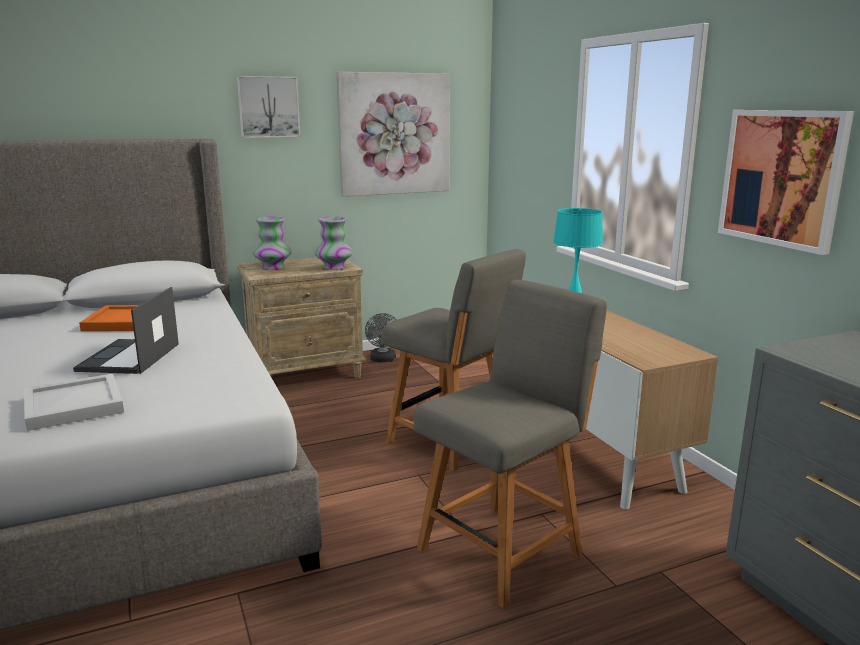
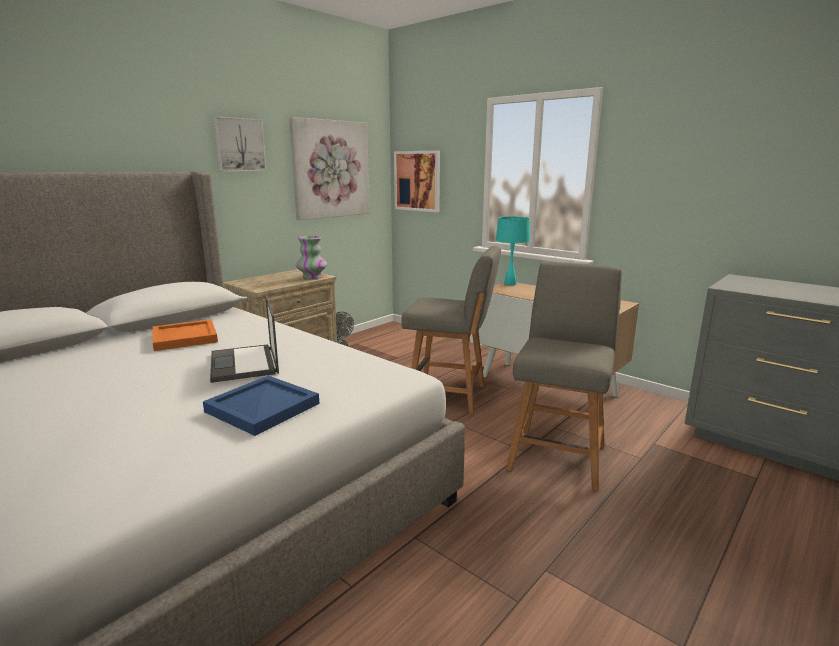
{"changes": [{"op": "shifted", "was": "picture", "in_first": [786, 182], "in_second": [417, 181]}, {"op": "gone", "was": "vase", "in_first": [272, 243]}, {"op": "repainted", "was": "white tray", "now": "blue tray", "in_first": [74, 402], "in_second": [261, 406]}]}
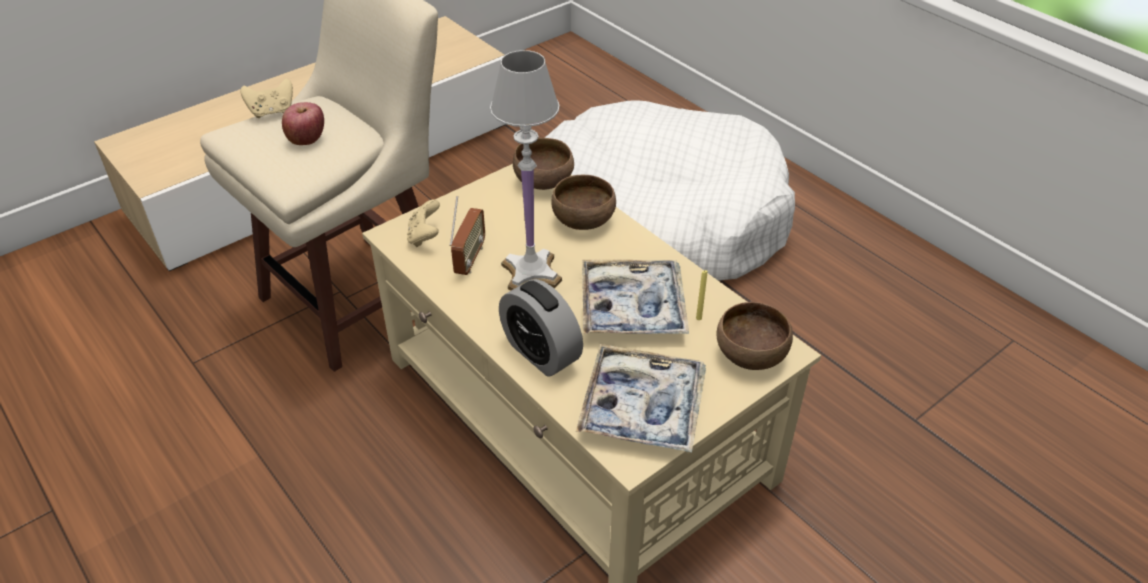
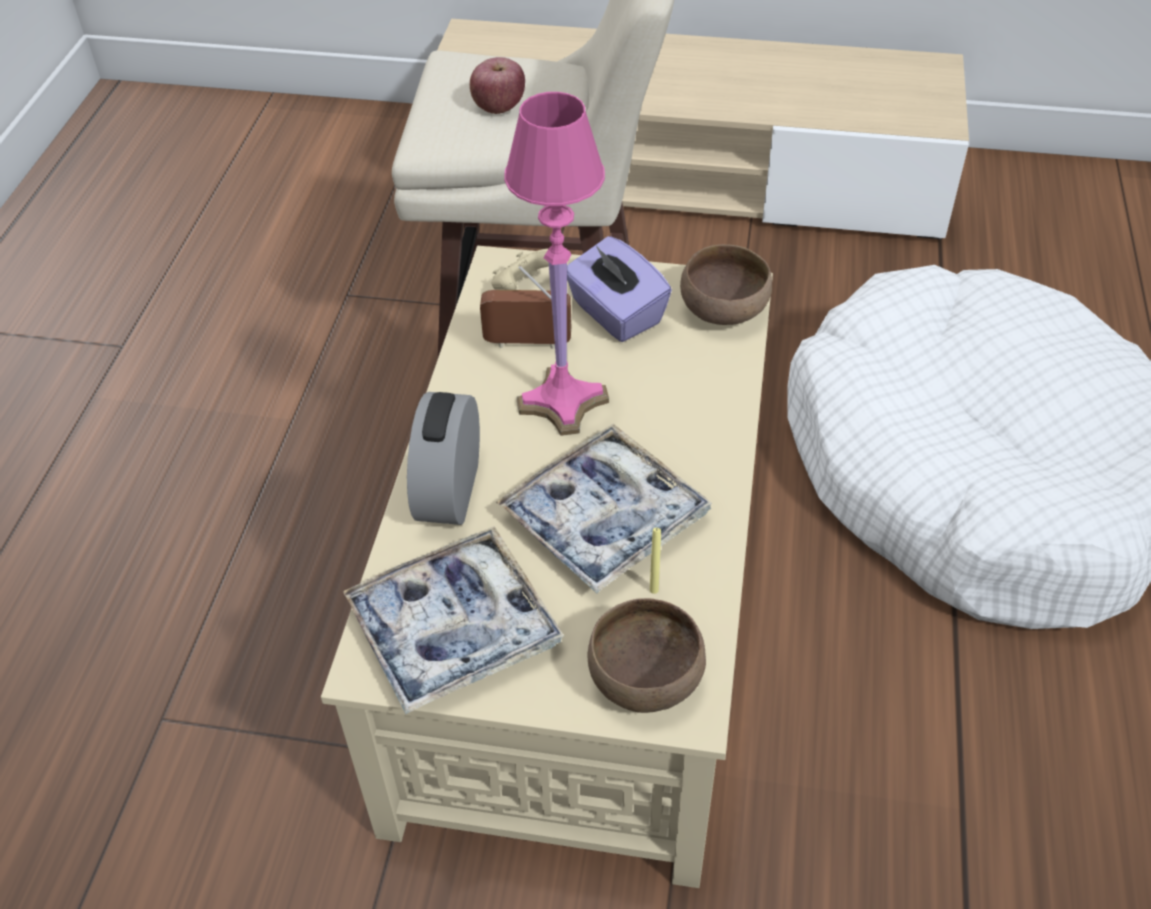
{"changes": [{"op": "repainted", "was": "white table lamp", "now": "pink table lamp", "in_first": [526, 170], "in_second": [556, 264]}, {"op": "gone", "was": "beige game controller", "in_first": [266, 98]}, {"op": "gone", "was": "brown bowl", "in_first": [583, 202]}, {"op": "rotated", "was": "radio", "in_first": [467, 235], "in_second": [525, 307], "clockwise": -150}, {"op": "new", "now": "purple tissue box", "in_second": [619, 289]}]}
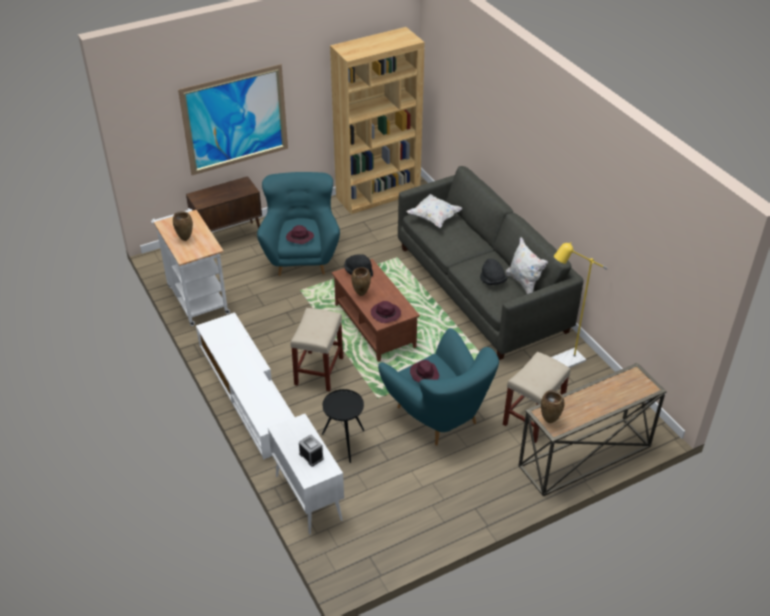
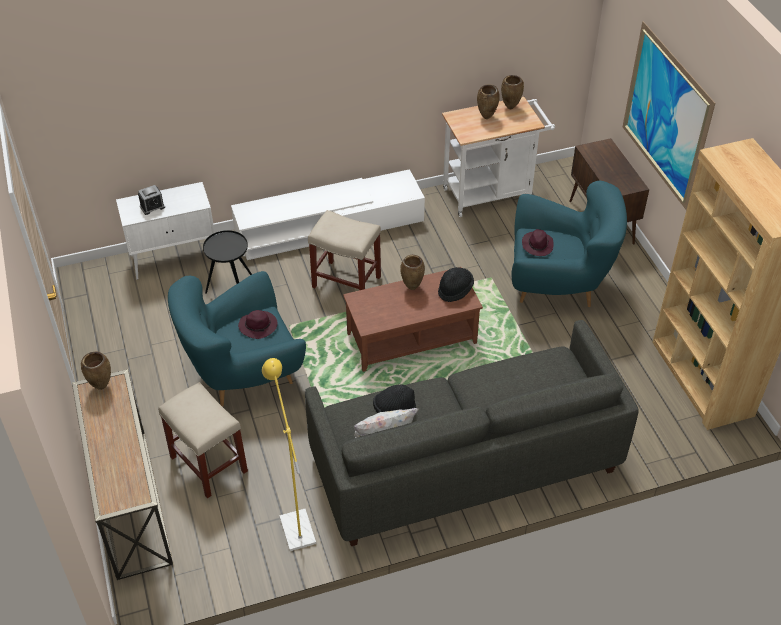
{"changes": [{"op": "gone", "was": "white pillow", "in_first": [434, 211]}, {"op": "gone", "was": "purple hat", "in_first": [386, 312]}, {"op": "new", "now": "brown vase", "in_second": [512, 92]}]}
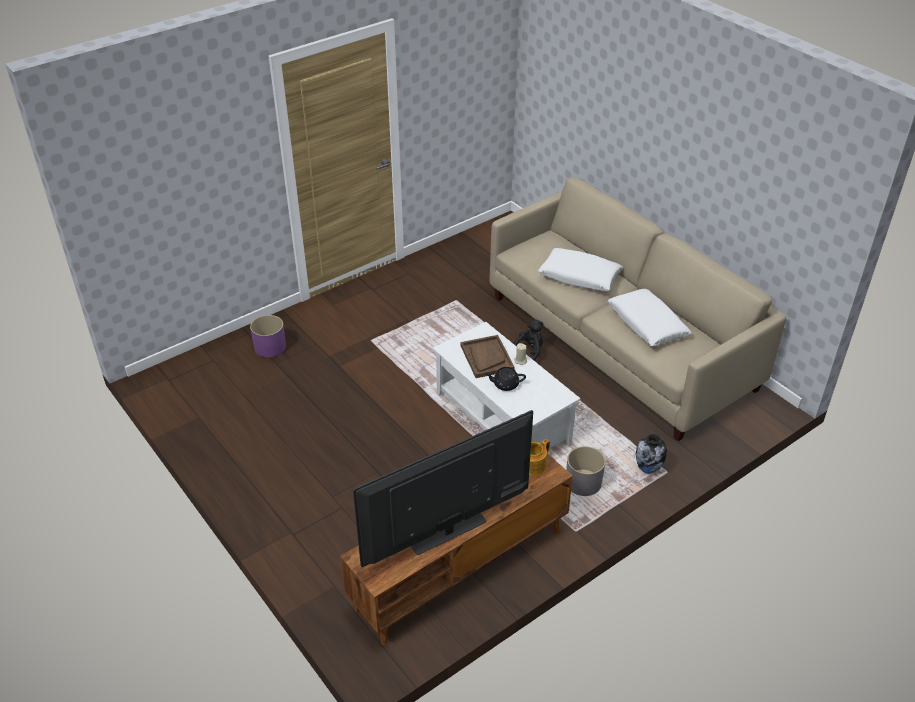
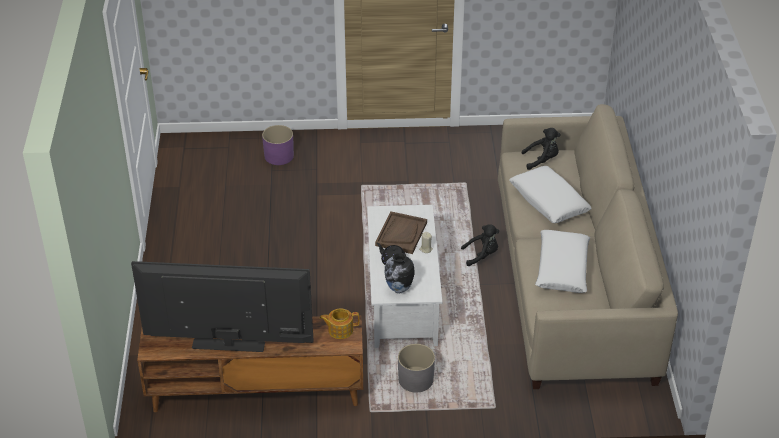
{"changes": [{"op": "shifted", "was": "vase", "in_first": [651, 454], "in_second": [399, 273]}, {"op": "new", "now": "black plush toy", "in_second": [541, 149]}]}
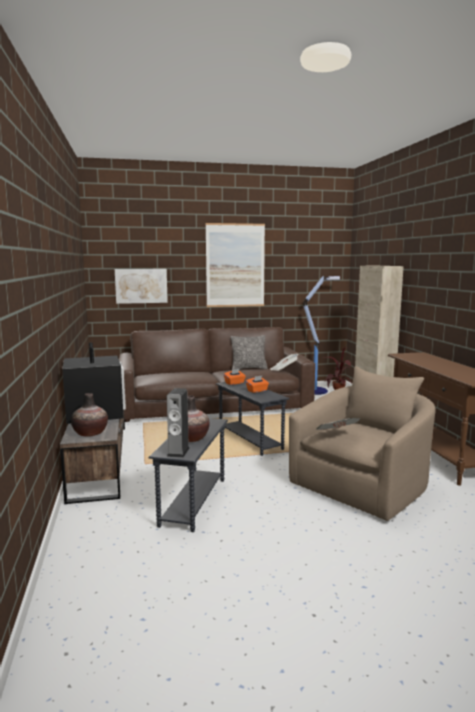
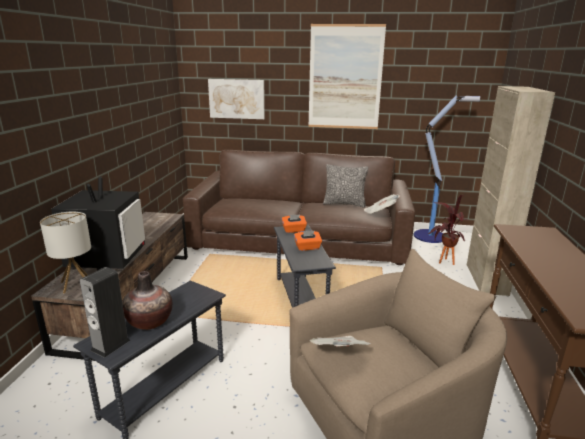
{"changes": [{"op": "swapped", "was": "vase", "now": "table lamp", "in_first": [89, 415], "in_second": [65, 253]}]}
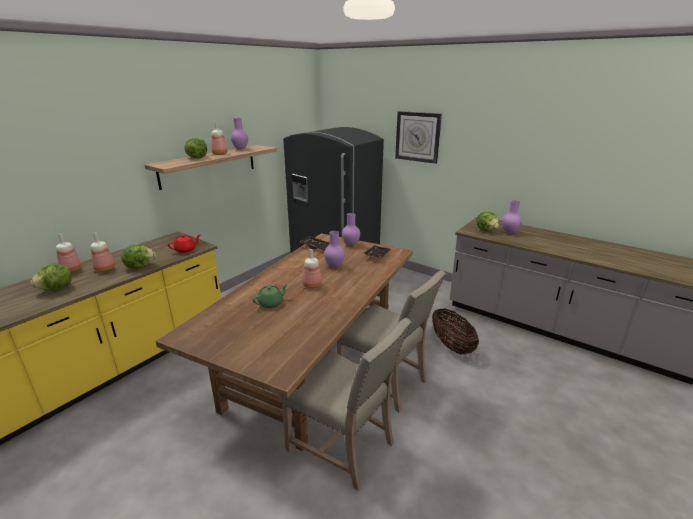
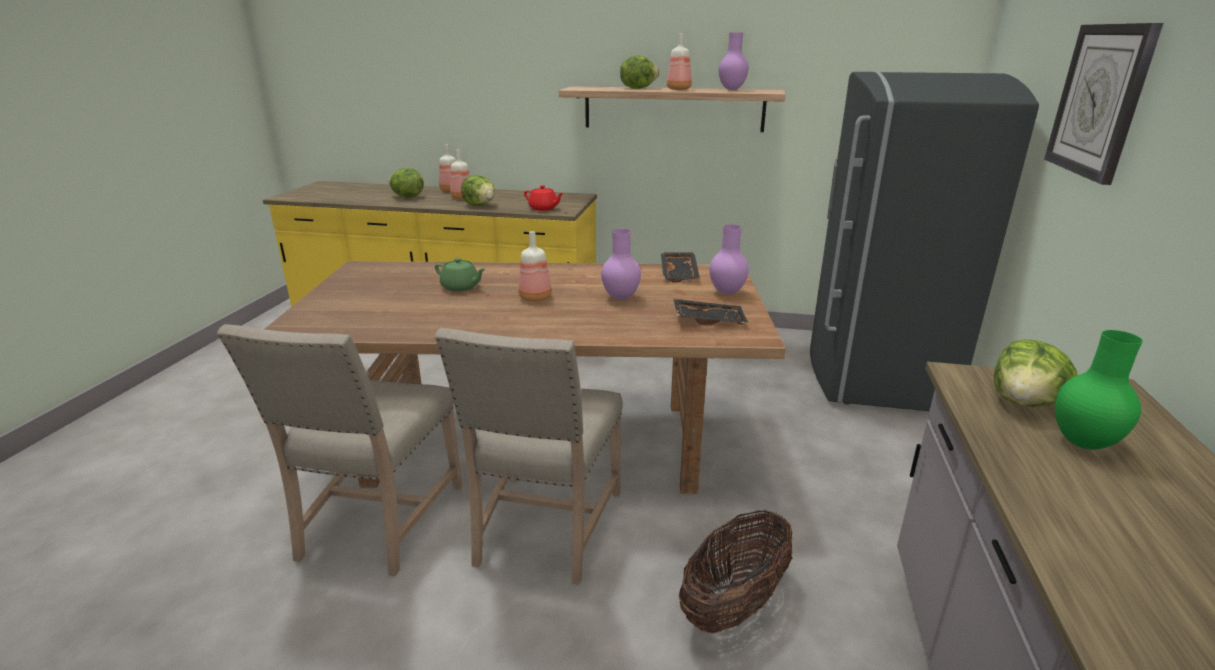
{"changes": [{"op": "repainted", "was": "purple vase", "now": "green vase", "in_first": [512, 217], "in_second": [1099, 390]}]}
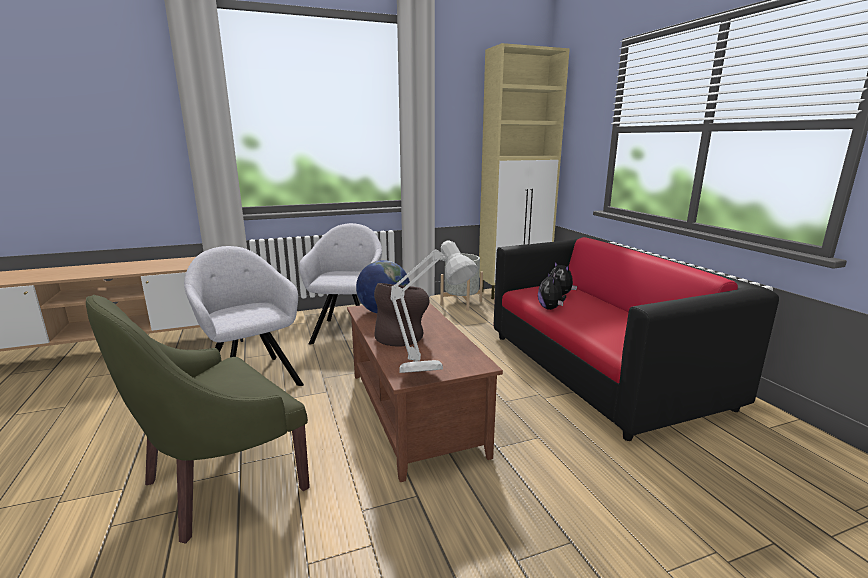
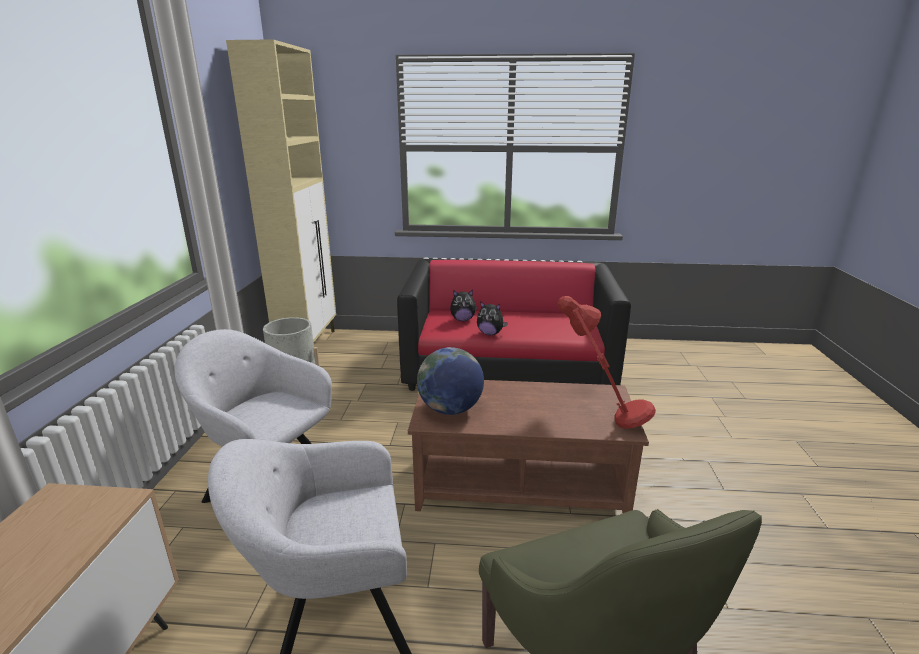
{"changes": [{"op": "repainted", "was": "grey table lamp", "now": "red table lamp", "in_first": [434, 306], "in_second": [606, 362]}, {"op": "gone", "was": "brown vase", "in_first": [401, 314]}]}
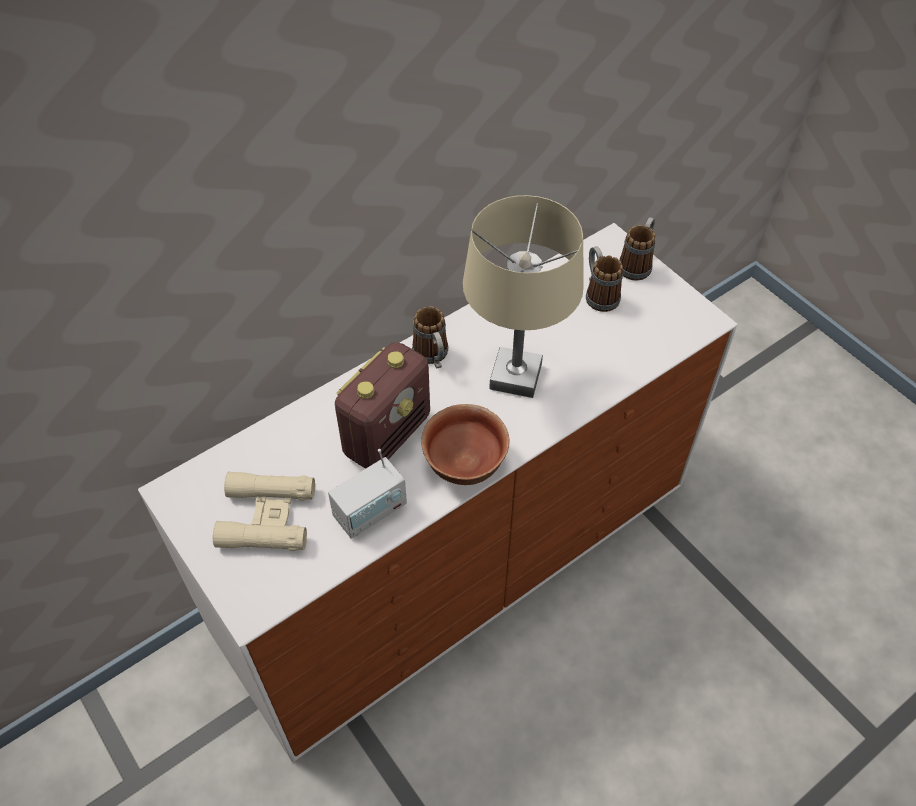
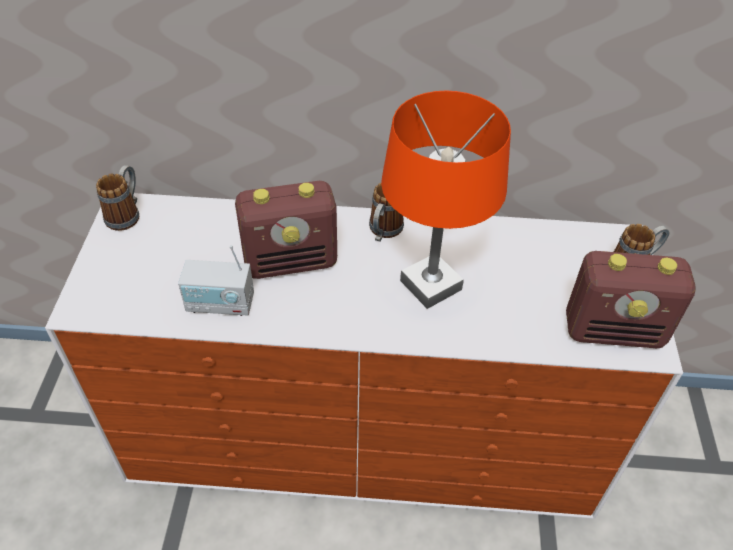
{"changes": [{"op": "repainted", "was": "beige table lamp", "now": "orange table lamp", "in_first": [523, 296], "in_second": [446, 200]}, {"op": "shifted", "was": "mug", "in_first": [604, 279], "in_second": [117, 198]}, {"op": "gone", "was": "bowl", "in_first": [465, 444]}, {"op": "gone", "was": "beige binoculars", "in_first": [264, 511]}, {"op": "new", "now": "radio", "in_second": [630, 299]}]}
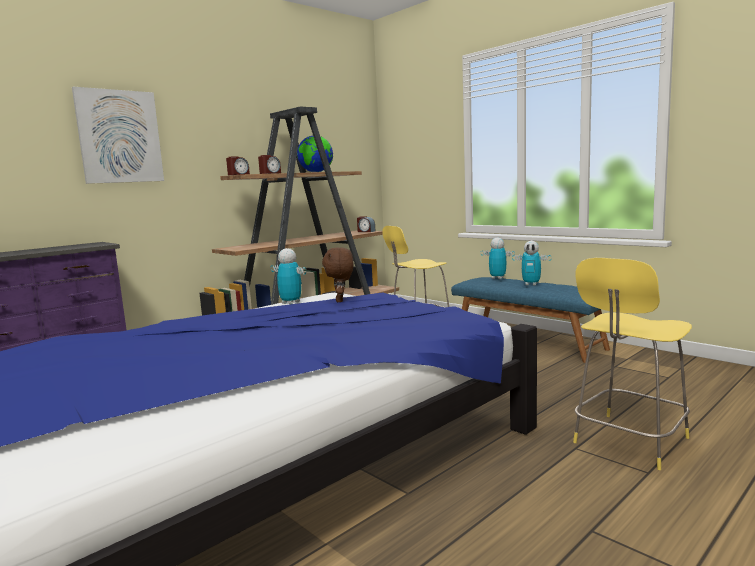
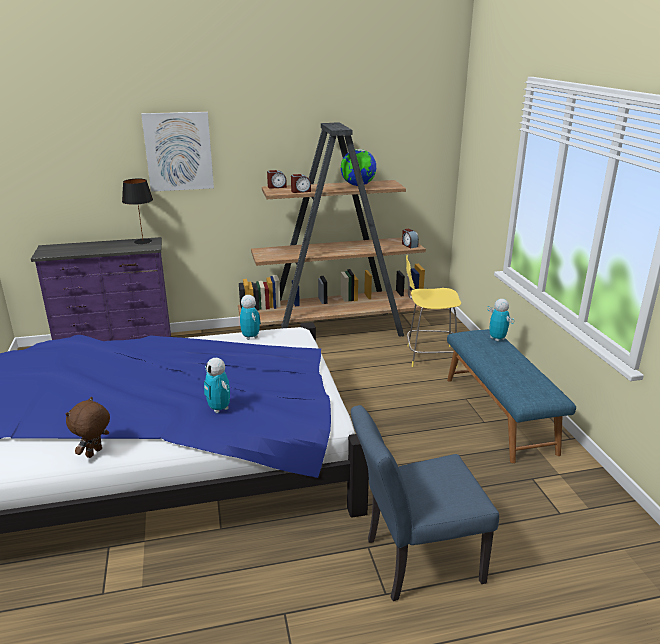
{"changes": [{"op": "shifted", "was": "toy robot", "in_first": [532, 263], "in_second": [217, 385]}, {"op": "shifted", "was": "brown plush toy", "in_first": [338, 274], "in_second": [88, 427]}, {"op": "swapped", "was": "yellow stool", "now": "blue chair", "in_first": [632, 364], "in_second": [425, 503]}, {"op": "new", "now": "black table lamp", "in_second": [137, 211]}]}
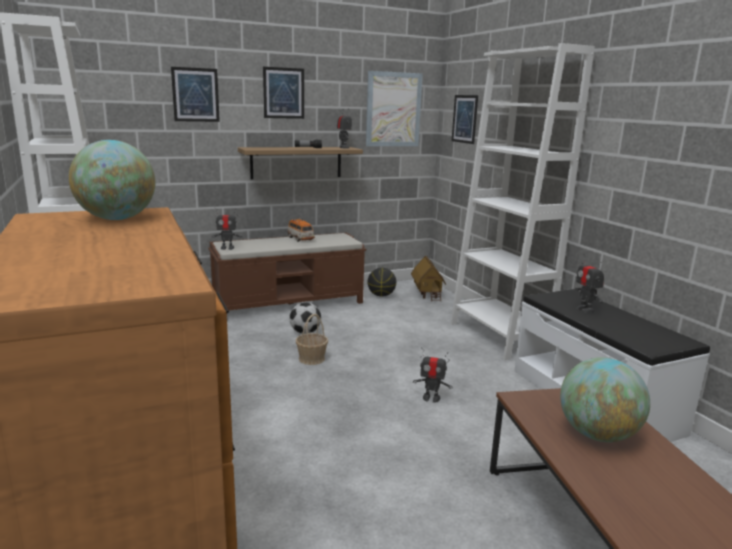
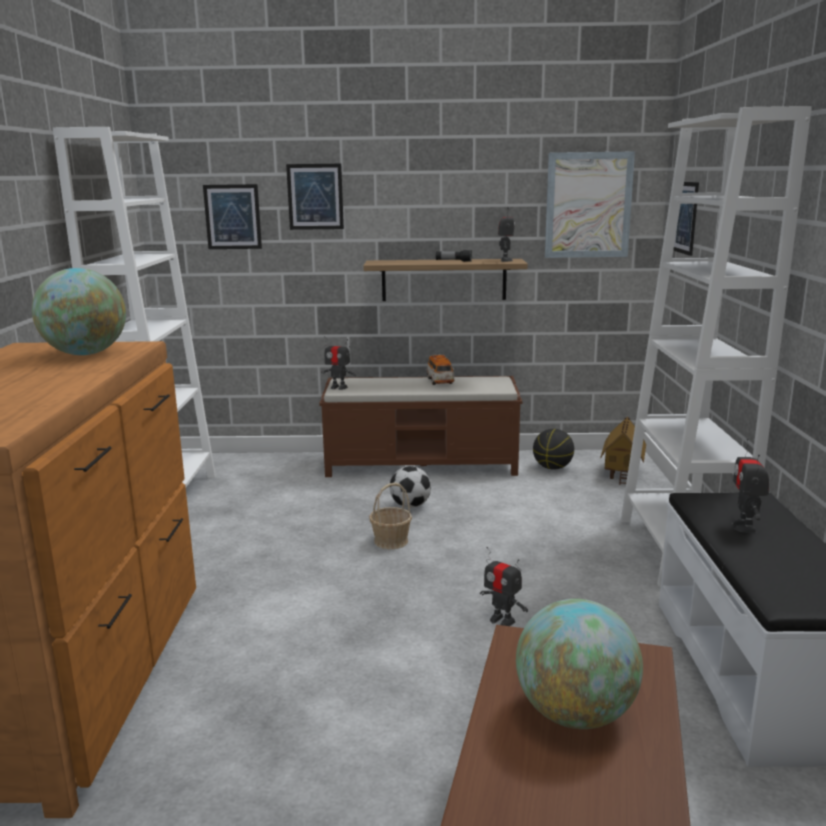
{"changes": [{"op": "shifted", "was": "picture", "in_first": [283, 93], "in_second": [232, 216]}]}
